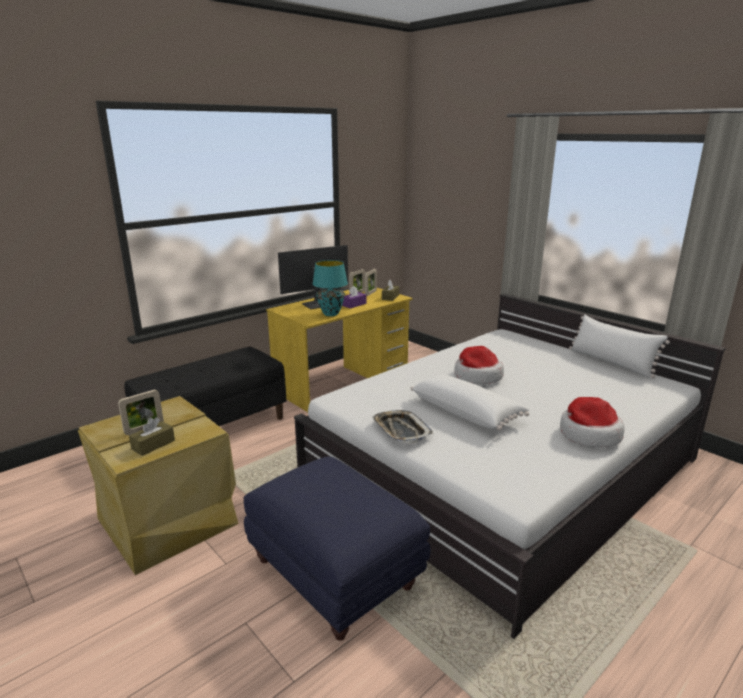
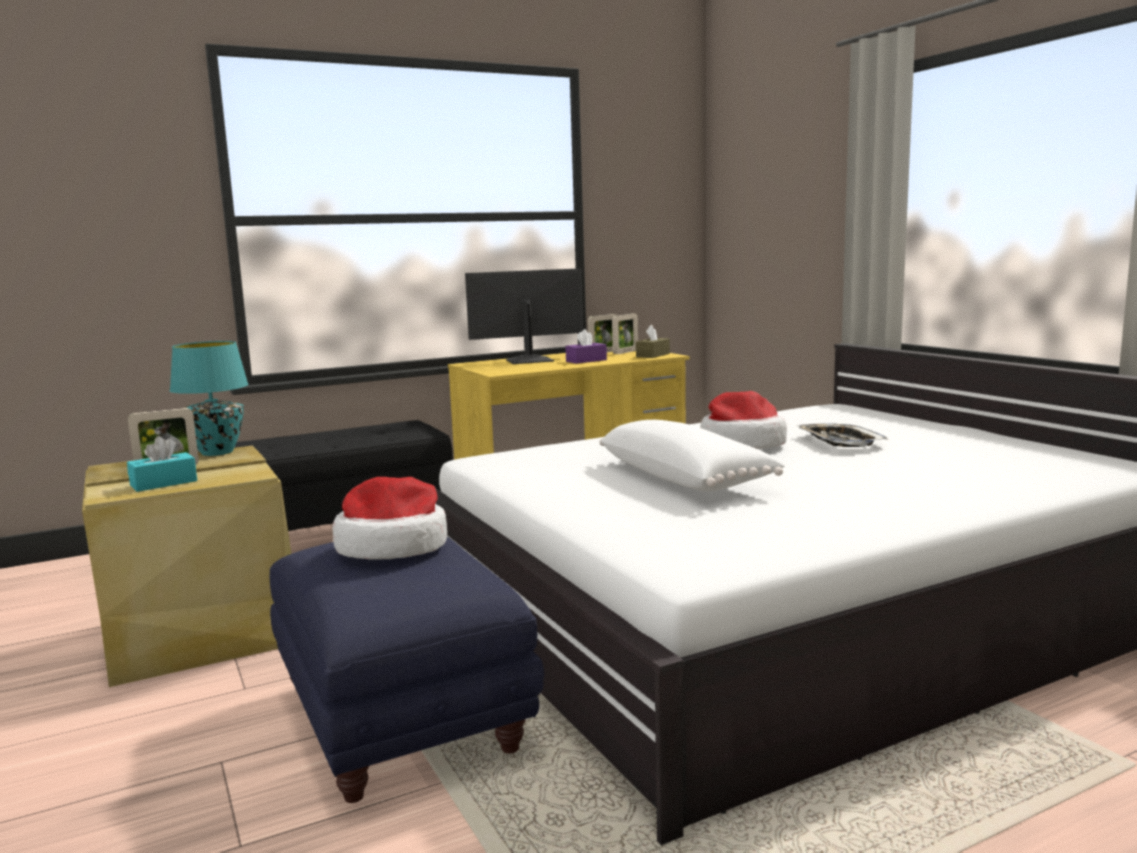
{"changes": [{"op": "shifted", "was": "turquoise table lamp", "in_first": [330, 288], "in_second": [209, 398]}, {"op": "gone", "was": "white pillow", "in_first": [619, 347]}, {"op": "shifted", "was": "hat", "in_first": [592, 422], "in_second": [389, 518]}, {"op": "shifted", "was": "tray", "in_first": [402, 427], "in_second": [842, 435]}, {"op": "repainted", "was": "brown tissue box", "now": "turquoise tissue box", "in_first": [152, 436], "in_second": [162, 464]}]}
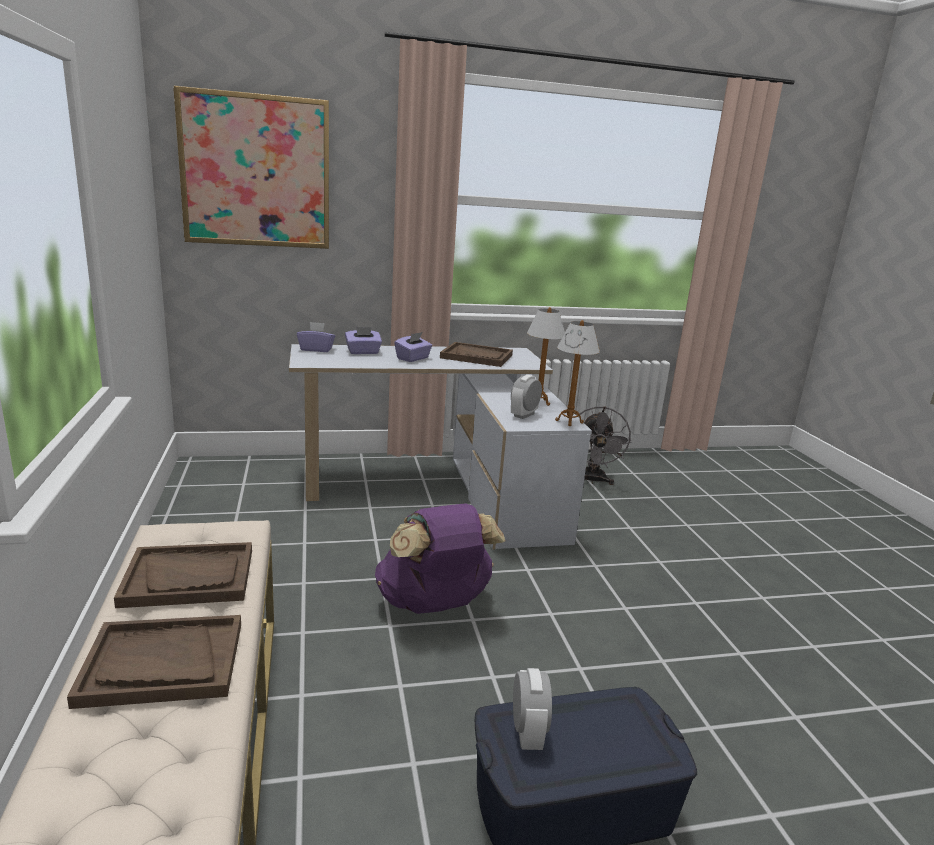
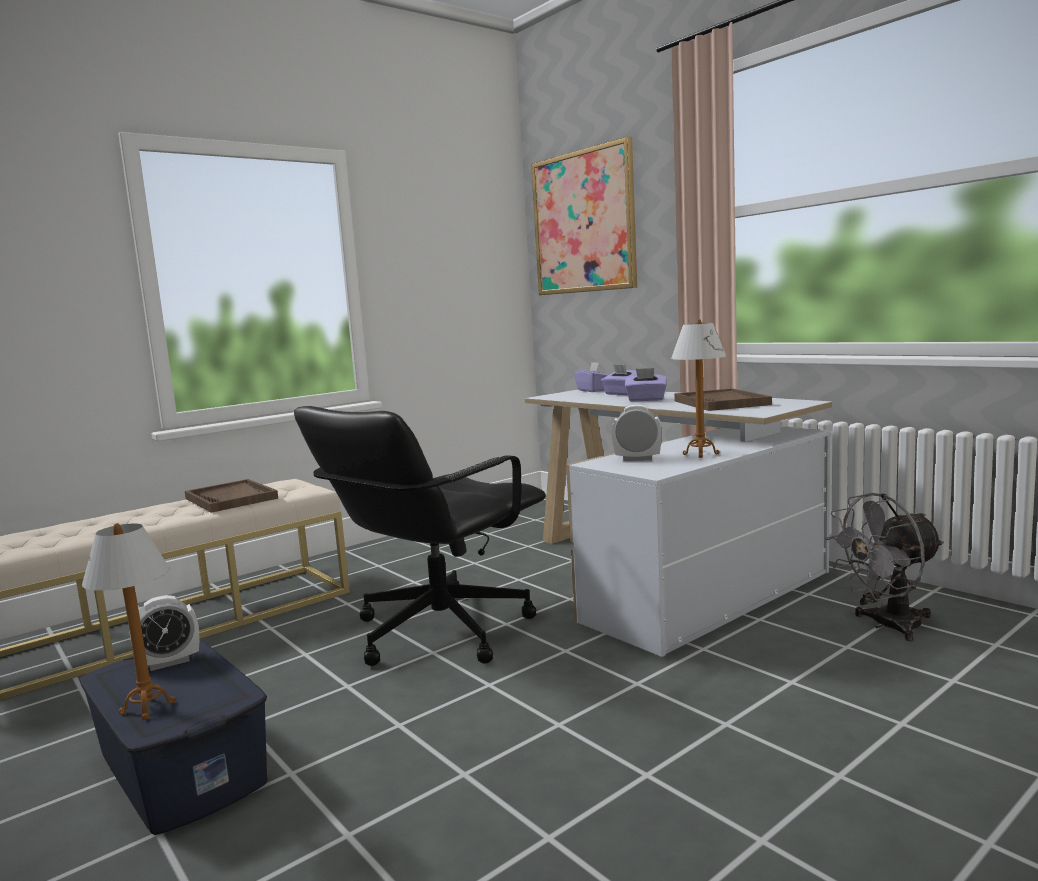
{"changes": [{"op": "shifted", "was": "table lamp", "in_first": [577, 373], "in_second": [128, 621]}, {"op": "swapped", "was": "purple backpack", "now": "black office chair", "in_first": [440, 558], "in_second": [420, 536]}, {"op": "gone", "was": "brown tray", "in_first": [154, 662]}]}
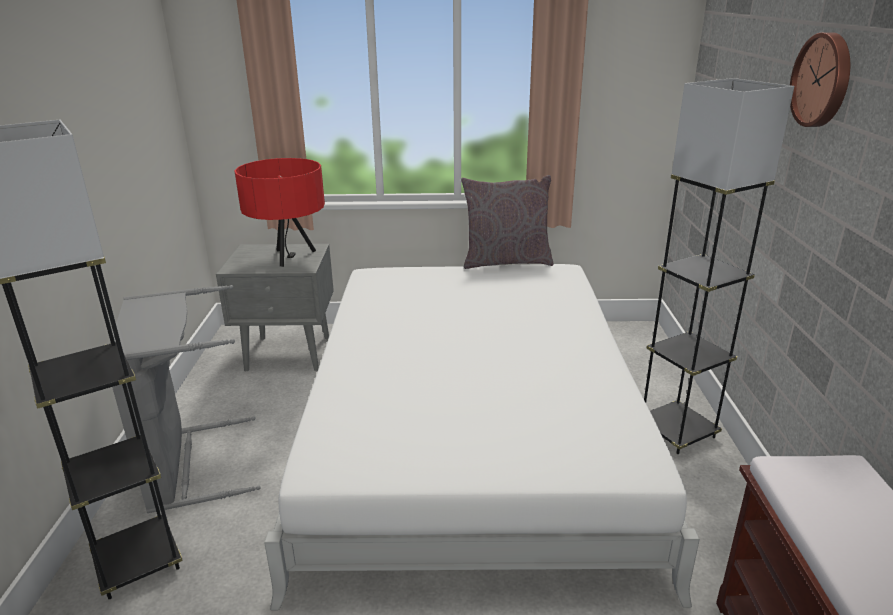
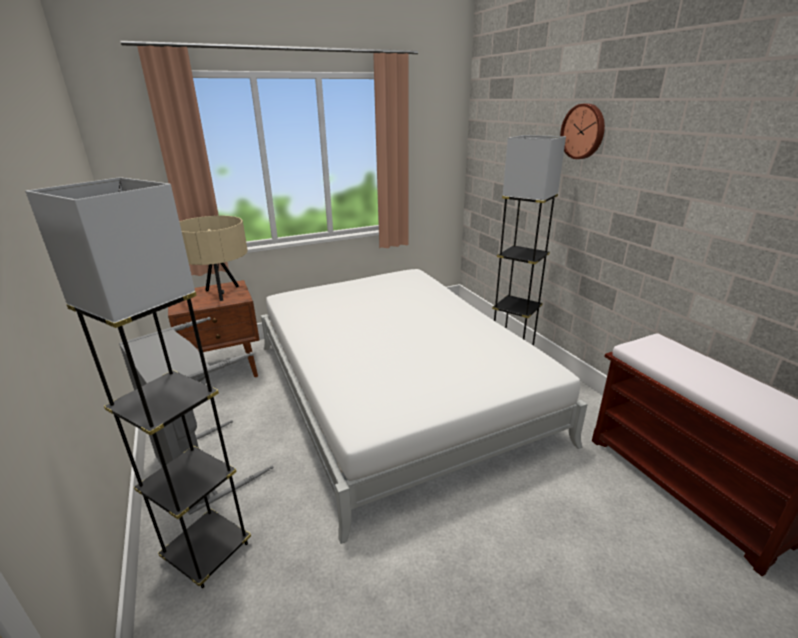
{"changes": [{"op": "repainted", "was": "red table lamp", "now": "beige table lamp", "in_first": [280, 212], "in_second": [213, 258]}, {"op": "gone", "was": "grey pillow", "in_first": [507, 222]}, {"op": "repainted", "was": "grey nightstand", "now": "brown nightstand", "in_first": [275, 307], "in_second": [214, 328]}]}
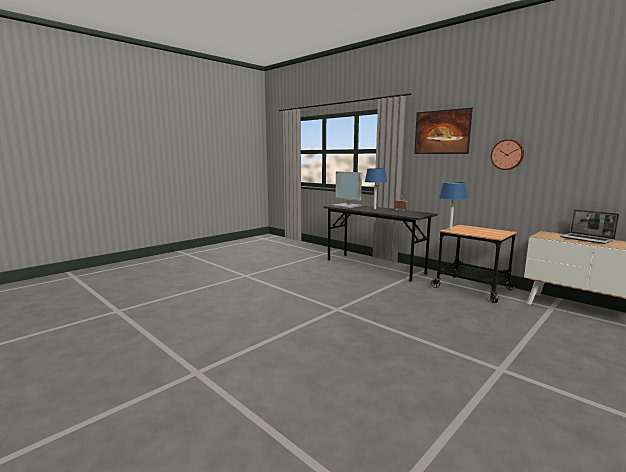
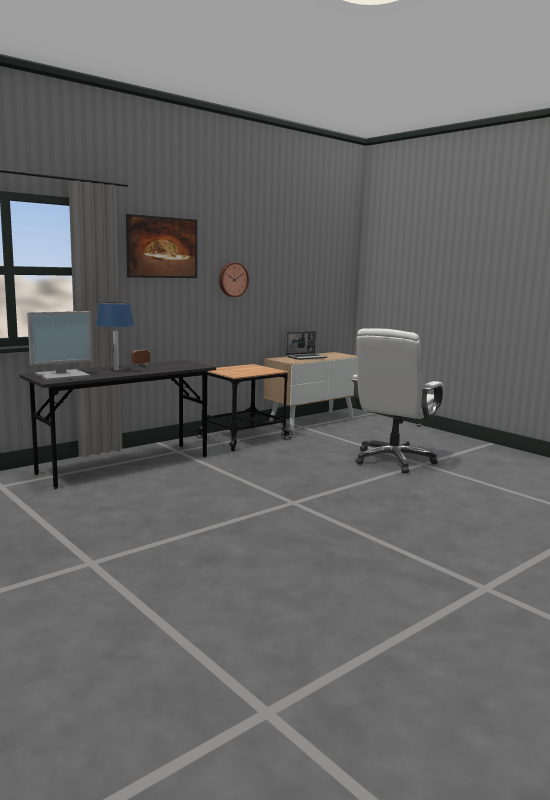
{"changes": [{"op": "gone", "was": "blue table lamp", "in_first": [453, 206]}, {"op": "new", "now": "white office chair", "in_second": [397, 401]}]}
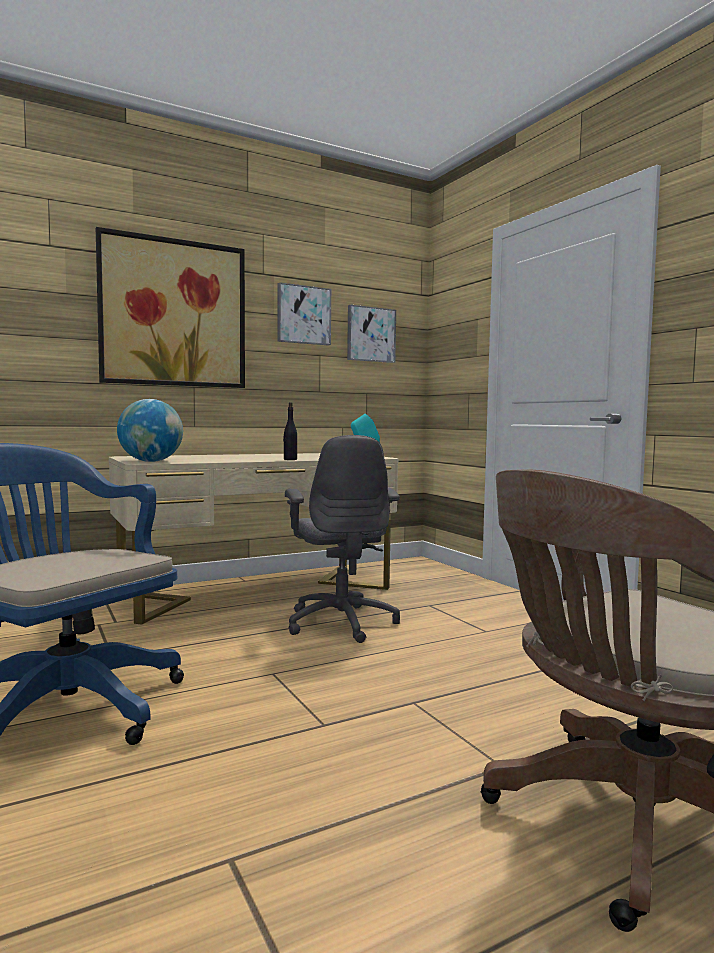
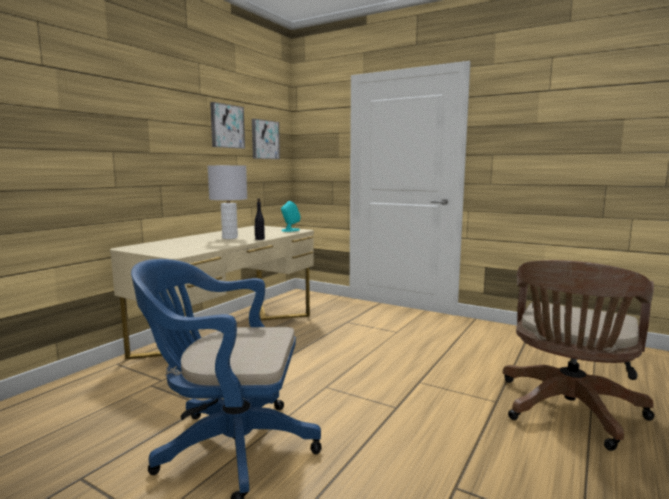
{"changes": [{"op": "gone", "was": "picture", "in_first": [170, 307]}, {"op": "gone", "was": "globe", "in_first": [150, 430]}, {"op": "gone", "was": "grey office chair", "in_first": [342, 539]}, {"op": "new", "now": "grey table lamp", "in_second": [227, 202]}]}
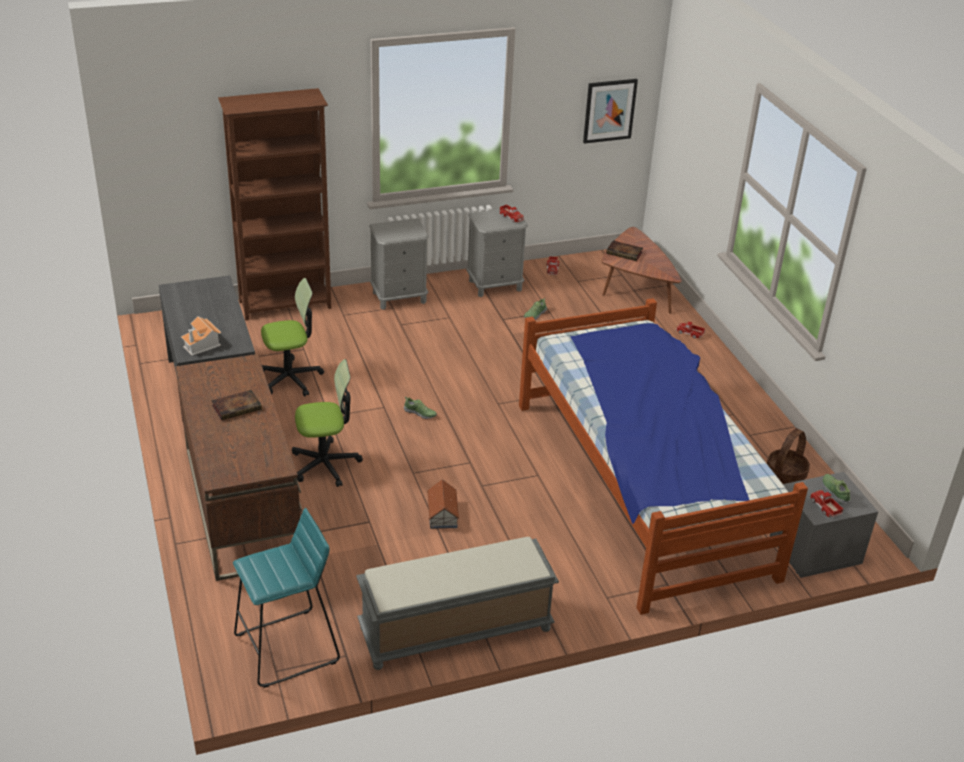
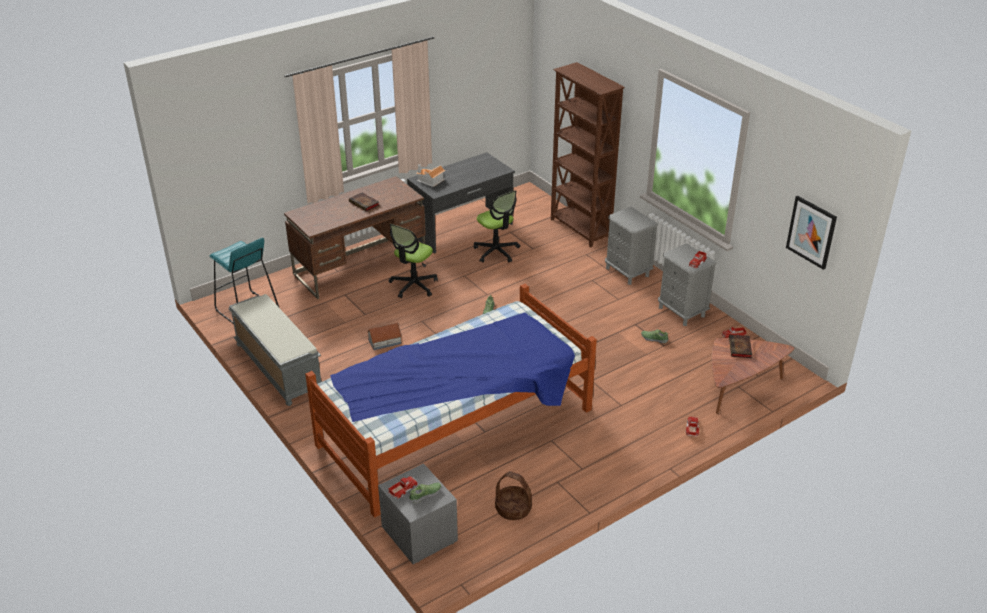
{"changes": [{"op": "rotated", "was": "office chair", "in_first": [327, 423], "in_second": [413, 261], "clockwise": 60}]}
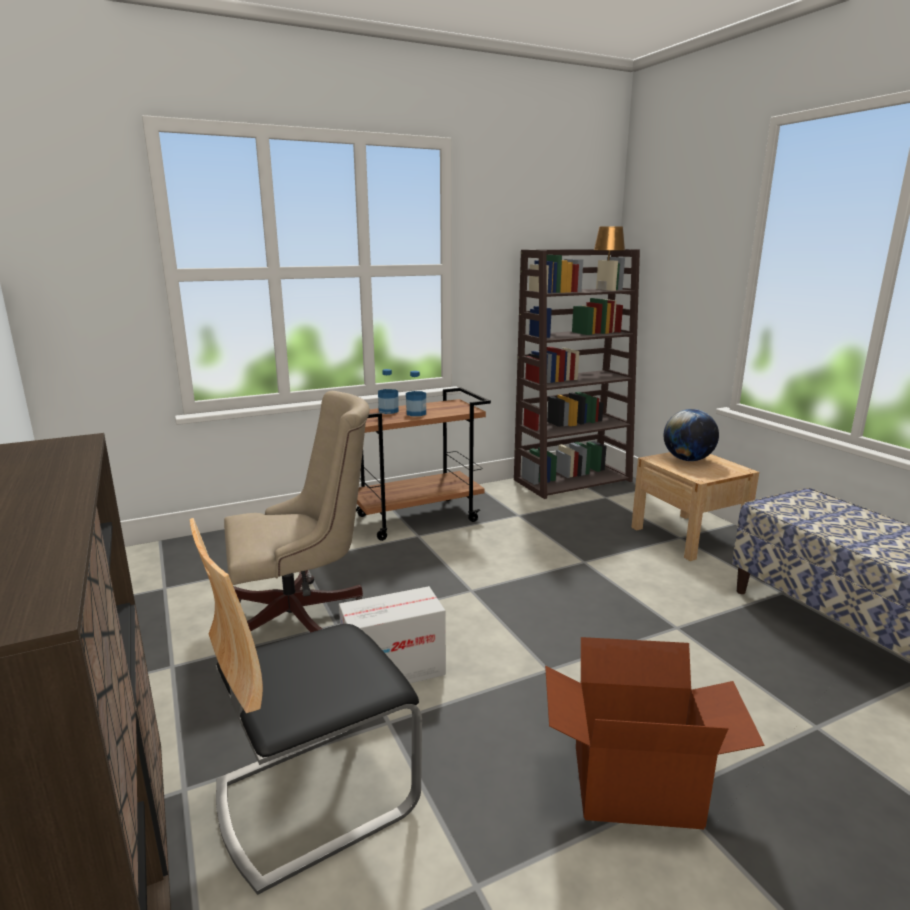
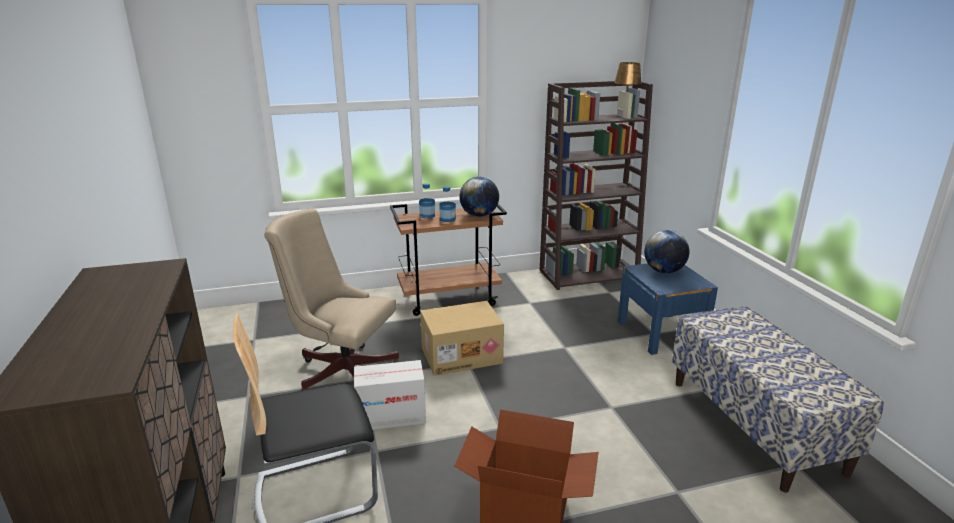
{"changes": [{"op": "rotated", "was": "beige office chair", "in_first": [297, 511], "in_second": [331, 299], "clockwise": -150}, {"op": "repainted", "was": "beige nightstand", "now": "blue nightstand", "in_first": [695, 506], "in_second": [668, 309]}, {"op": "new", "now": "globe", "in_second": [479, 197]}, {"op": "new", "now": "cardboard box", "in_second": [462, 338]}]}
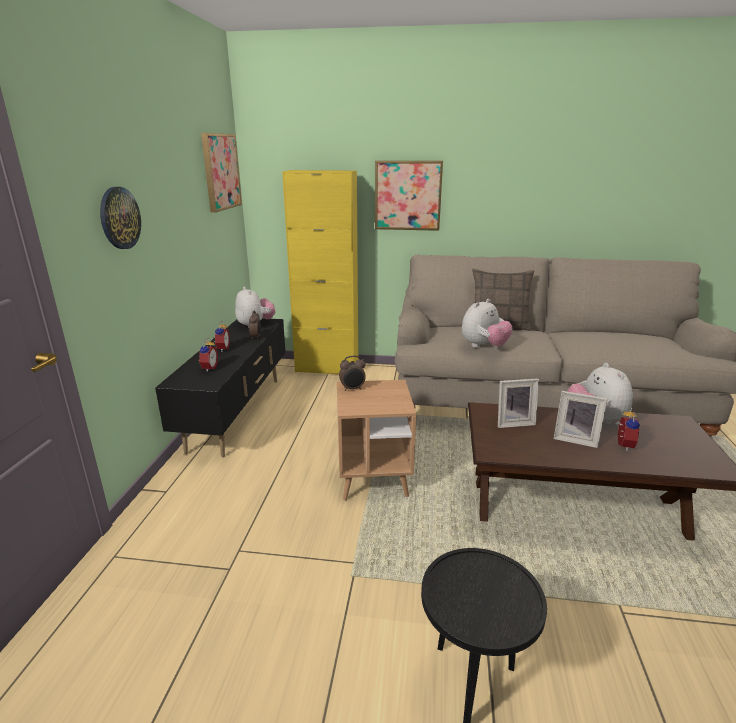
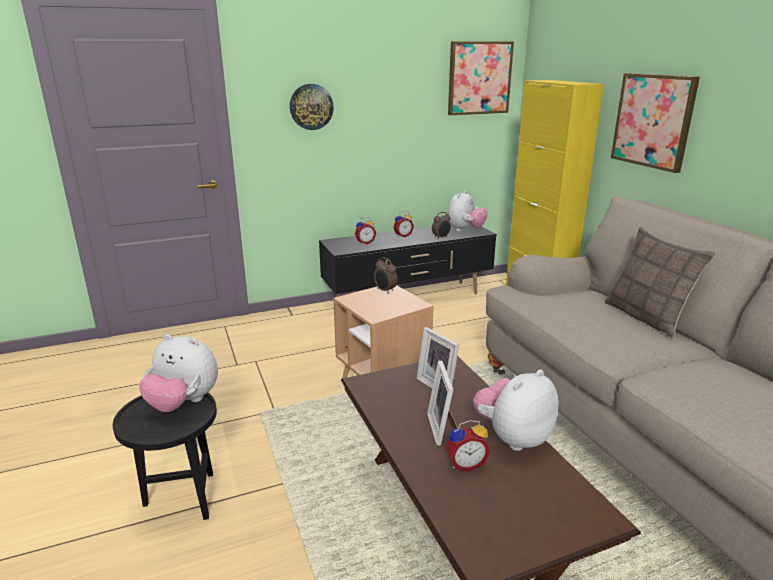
{"changes": [{"op": "shifted", "was": "plush toy", "in_first": [487, 323], "in_second": [178, 373]}]}
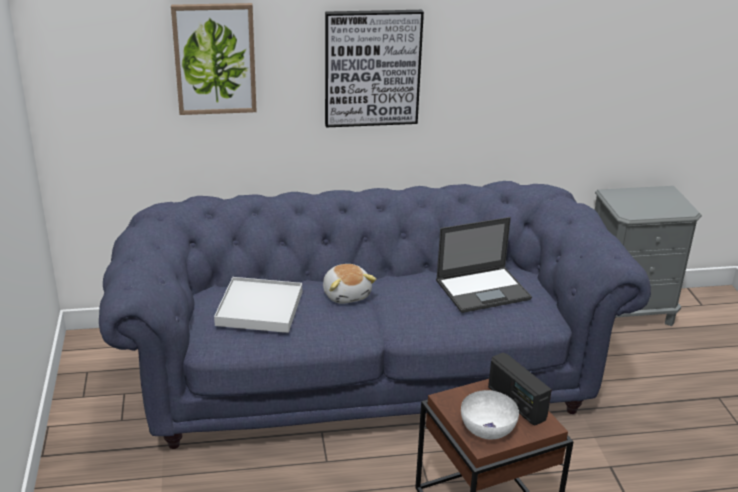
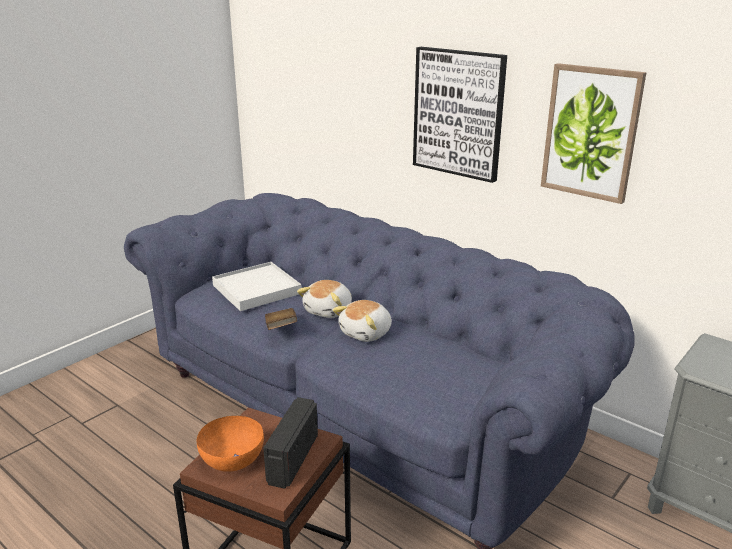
{"changes": [{"op": "shifted", "was": "picture", "in_first": [214, 59], "in_second": [593, 133]}, {"op": "gone", "was": "laptop", "in_first": [484, 265]}, {"op": "repainted", "was": "white bowl", "now": "orange bowl", "in_first": [490, 414], "in_second": [230, 444]}, {"op": "new", "now": "plush toy", "in_second": [362, 321]}, {"op": "new", "now": "brown book", "in_second": [281, 319]}]}
